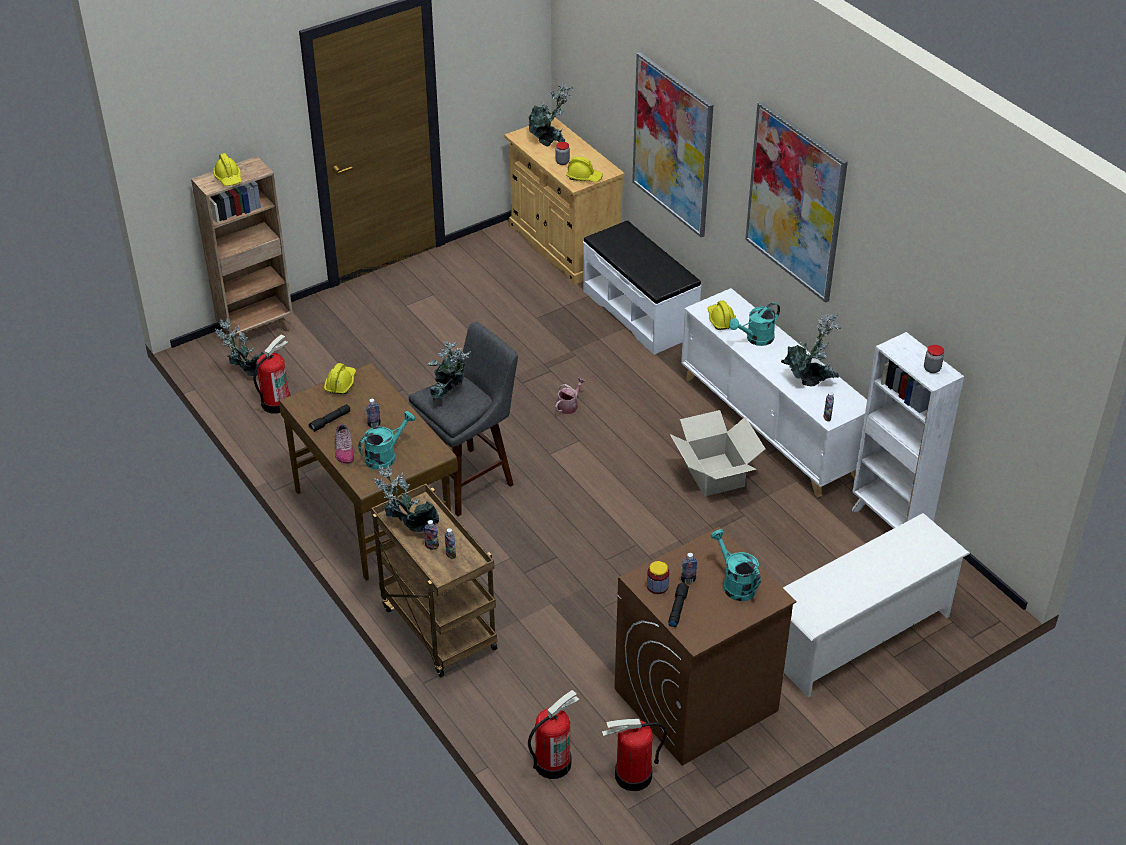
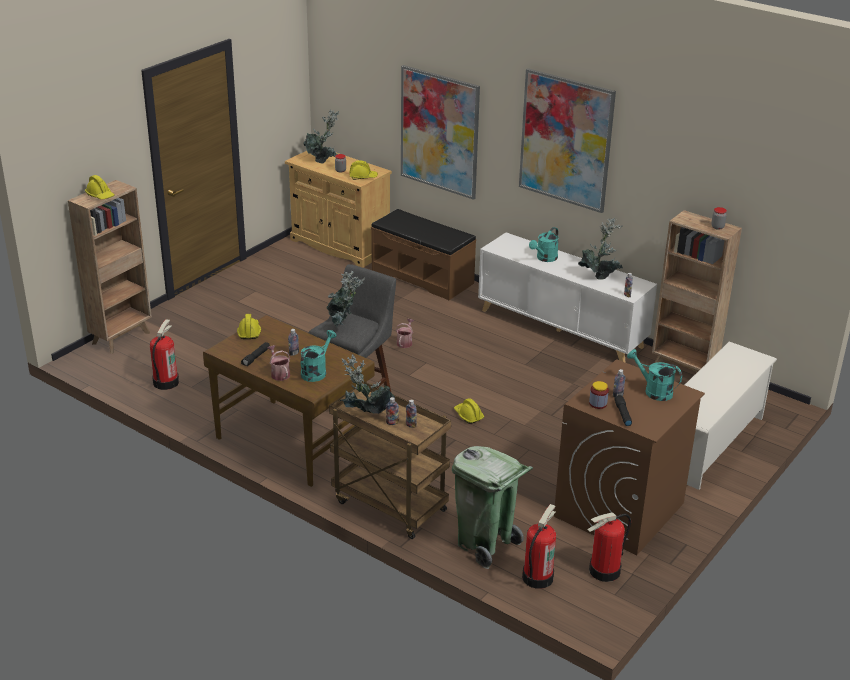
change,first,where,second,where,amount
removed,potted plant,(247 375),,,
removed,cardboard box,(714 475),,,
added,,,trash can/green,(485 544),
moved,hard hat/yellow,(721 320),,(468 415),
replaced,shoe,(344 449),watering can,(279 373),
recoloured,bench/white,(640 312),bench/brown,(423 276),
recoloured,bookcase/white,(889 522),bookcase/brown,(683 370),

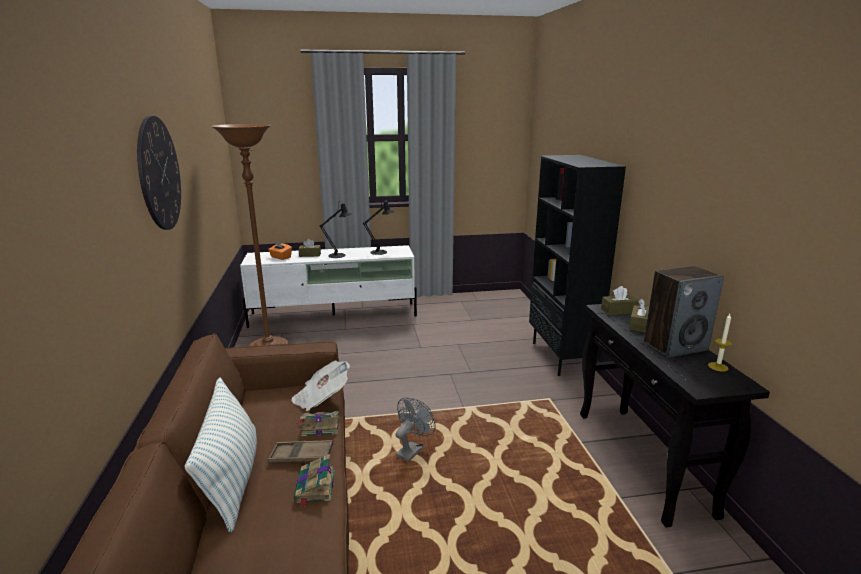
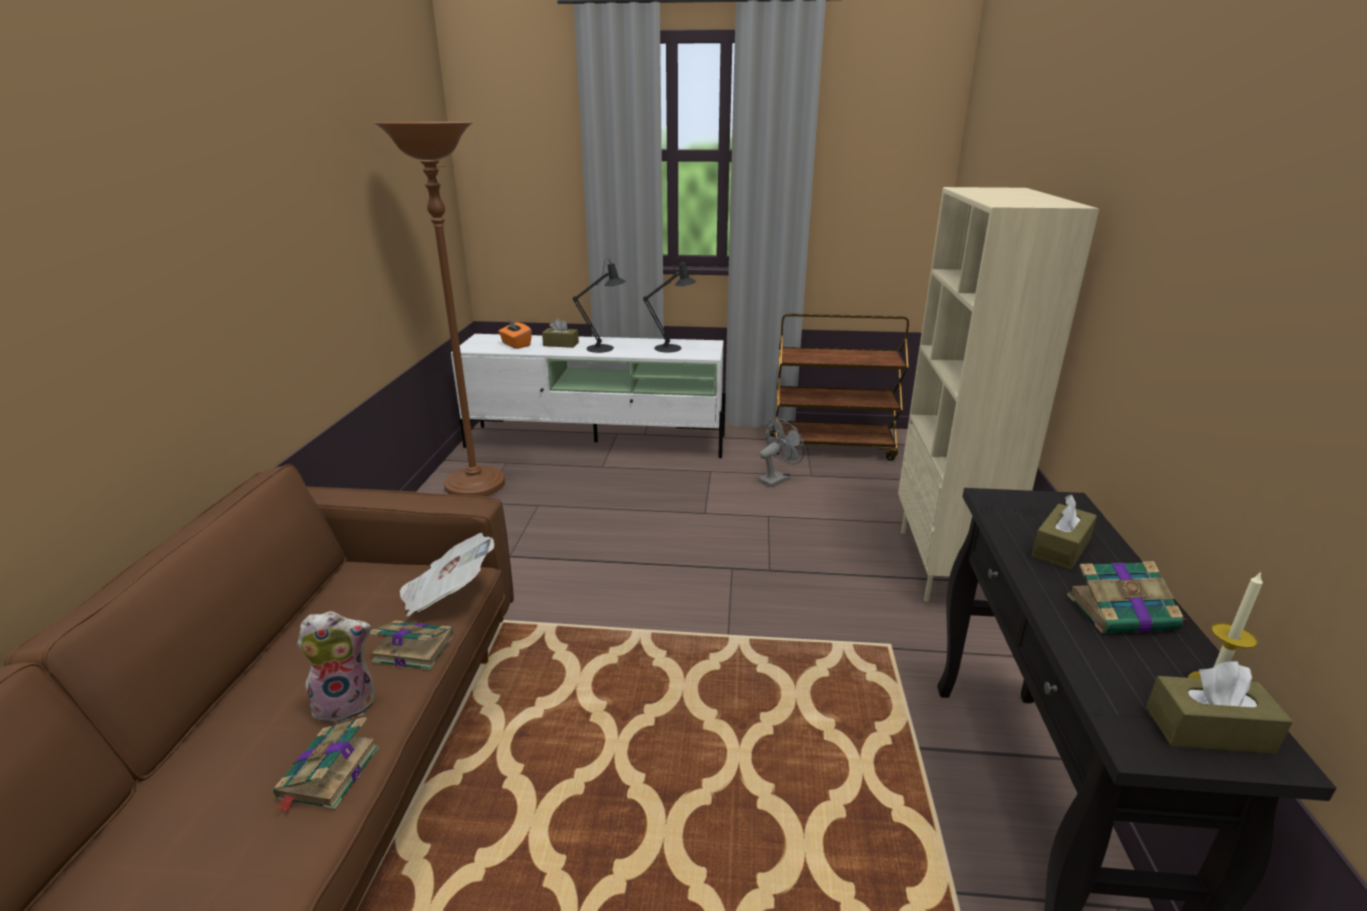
change,first,where,second,where,amount
removed,wall clock,(159 174),,,
removed,pillow,(232 478),,,
added,,,cart/brown,(832 447),
moved,fan/grey,(412 450),,(777 479),
moved,tissue box/brown,(618 311),,(1208 729),
replaced,tray/brown,(301 456),plush toy,(347 702),
replaced,speaker,(675 346),book,(1123 613),
recoloured,bookcase/black,(561 357),bookcase/beige,(944 566),

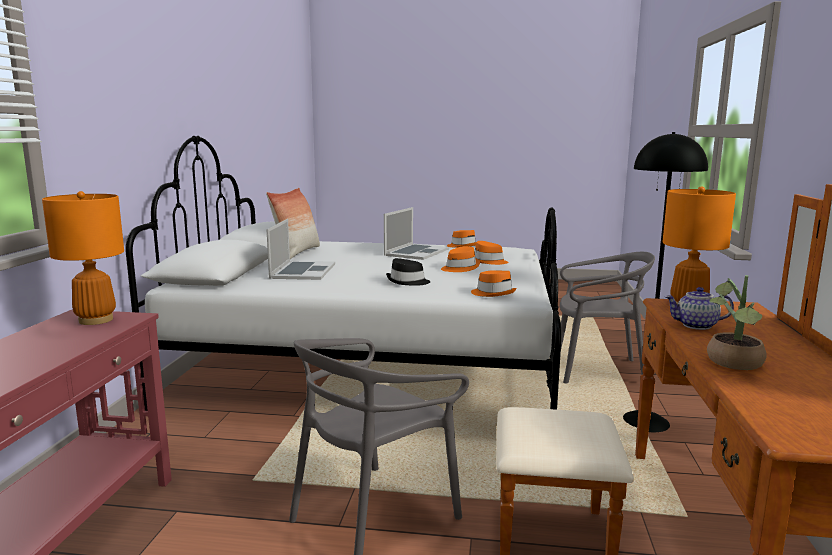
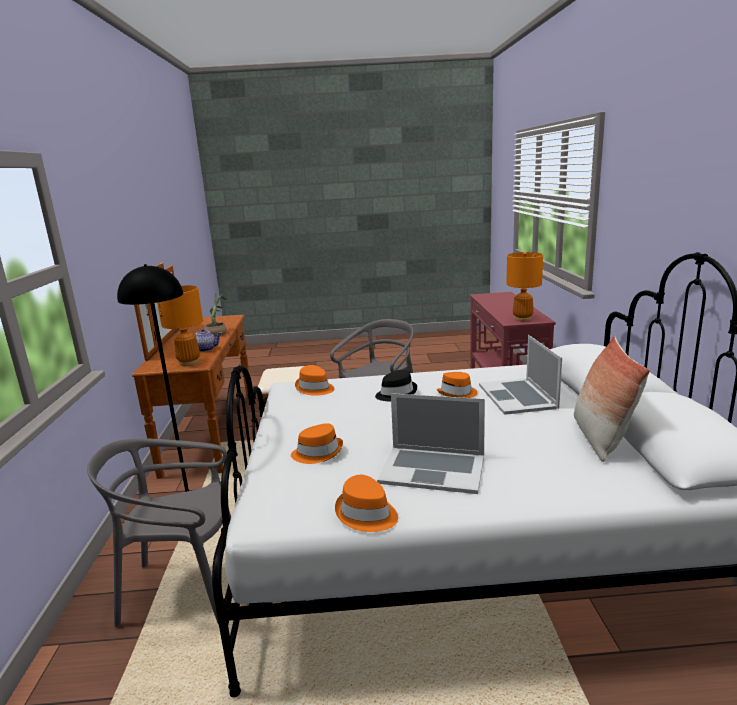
change,first,where,second,where,amount
moved,hat/orange,(459 268),,(458 393),
turned,laptop,(416 252),,(432 469),90 degrees counterclockwise

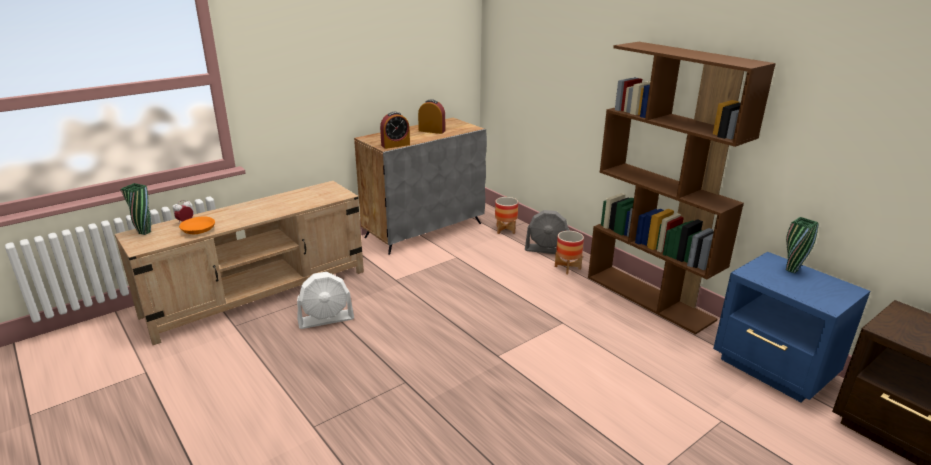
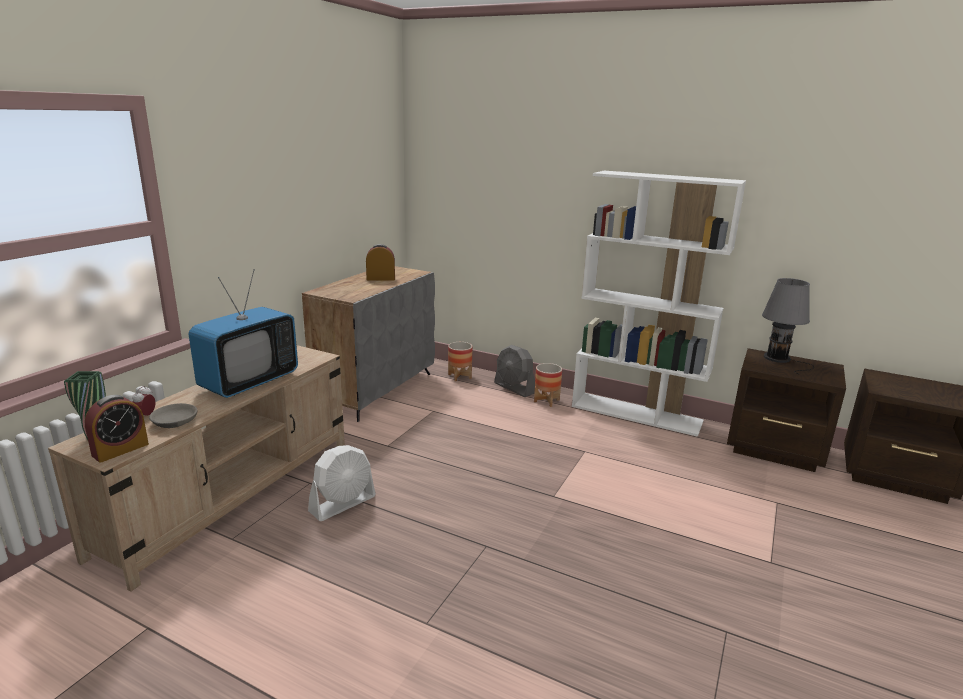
change,first,where,second,where,amount
added,,,television,(249 382),
moved,alarm clock,(395 145),,(120 450),
replaced,vase/green,(791 270),table lamp/grey,(779 359),
recoloured,bowl/orange,(198 230),bowl/grey,(174 422),
recoloured,bookcase/brown,(649 298),bookcase/white,(637 413),
recoloured,nightstand/blue,(774 369),nightstand/brown,(775 450),
turned,fan/grey,(547 250),,(514 388),60 degrees clockwise

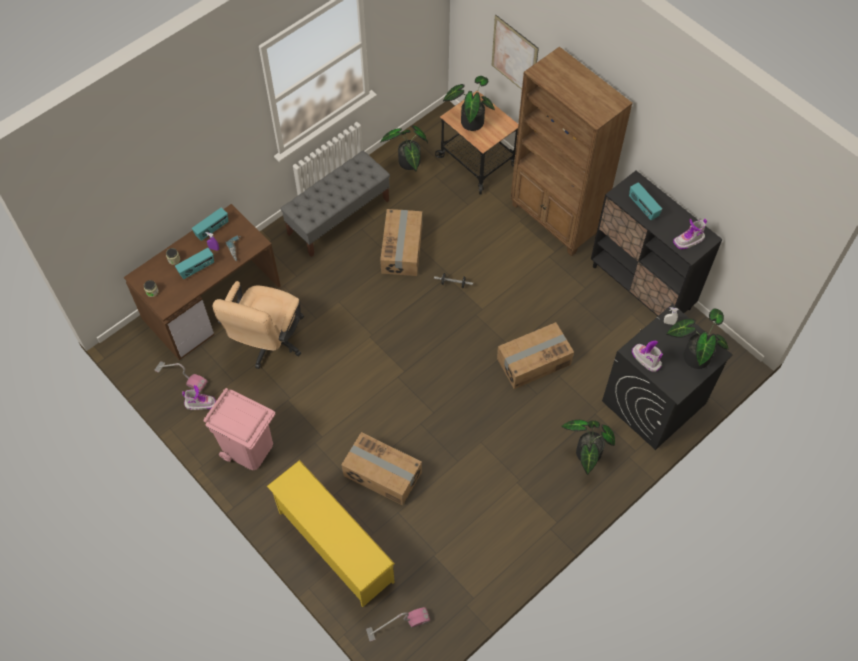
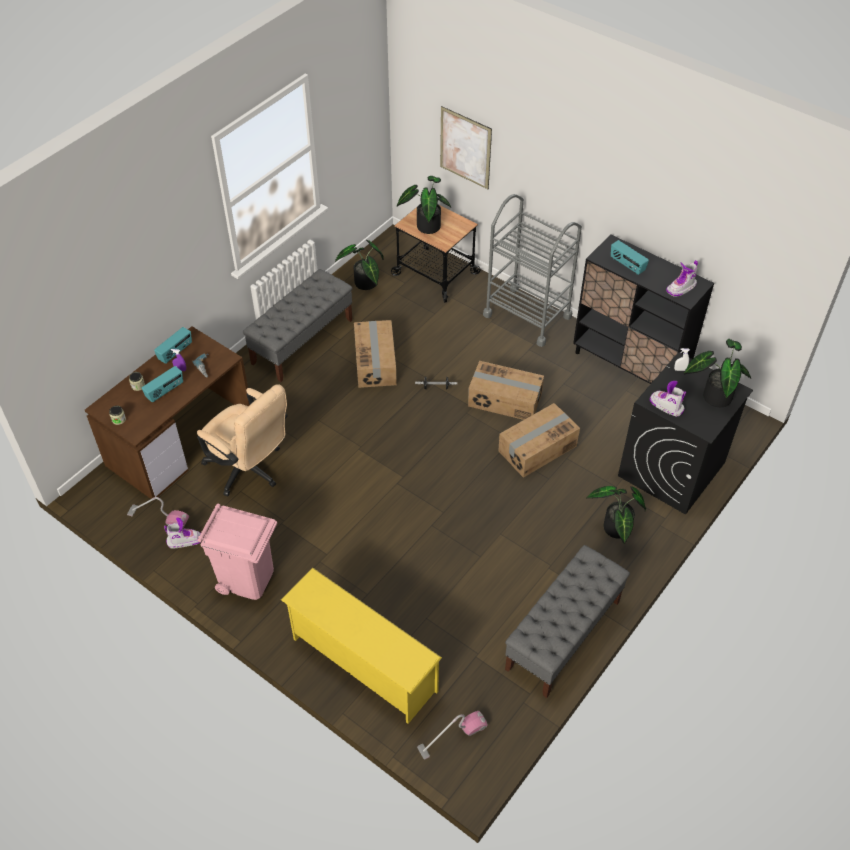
change,first,where,second,where,amount
added,,,bench/grey,(563 635),
moved,cardboard box,(382 474),,(505 400),
replaced,bookcase/brown,(555 220),cart/grey,(527 316),
turned,office chair/beige,(268 343),,(249 470),60 degrees counterclockwise

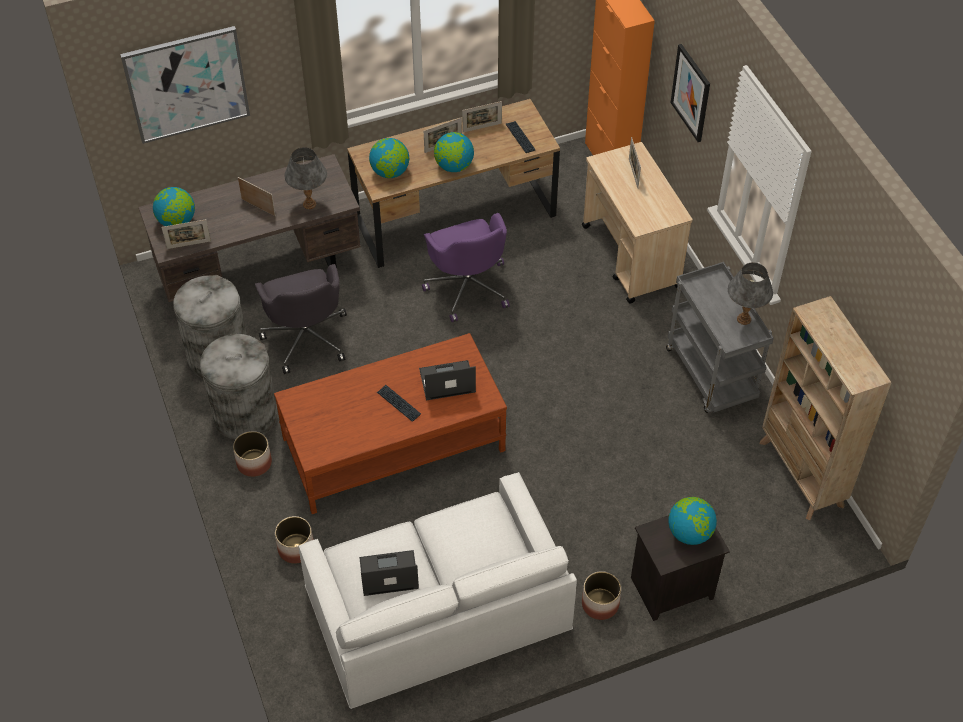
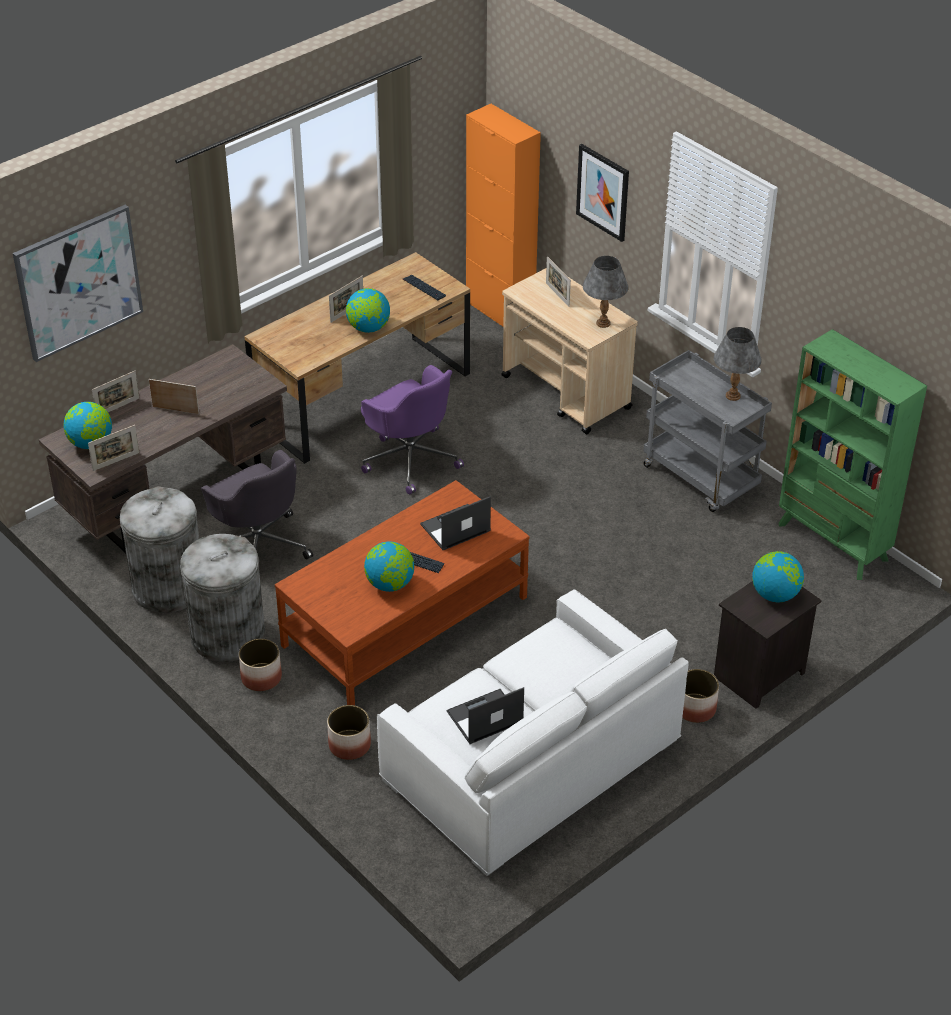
change,first,where,second,where,amount
moved,table lamp/grey,(309 204),,(603 323),
moved,globe,(390 172),,(390 584),
moved,picture frame,(482 127),,(118 407),
recoloured,bookcase/beige,(801 474),bookcase/green,(833 542),

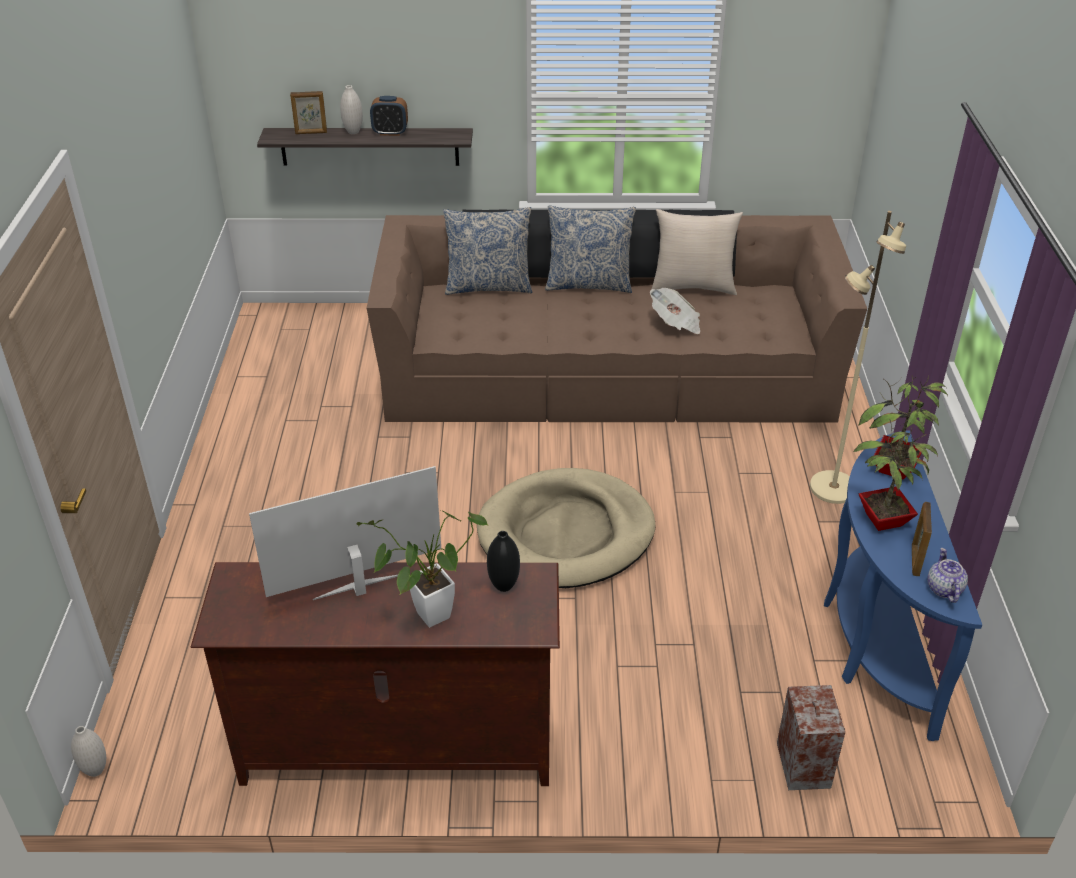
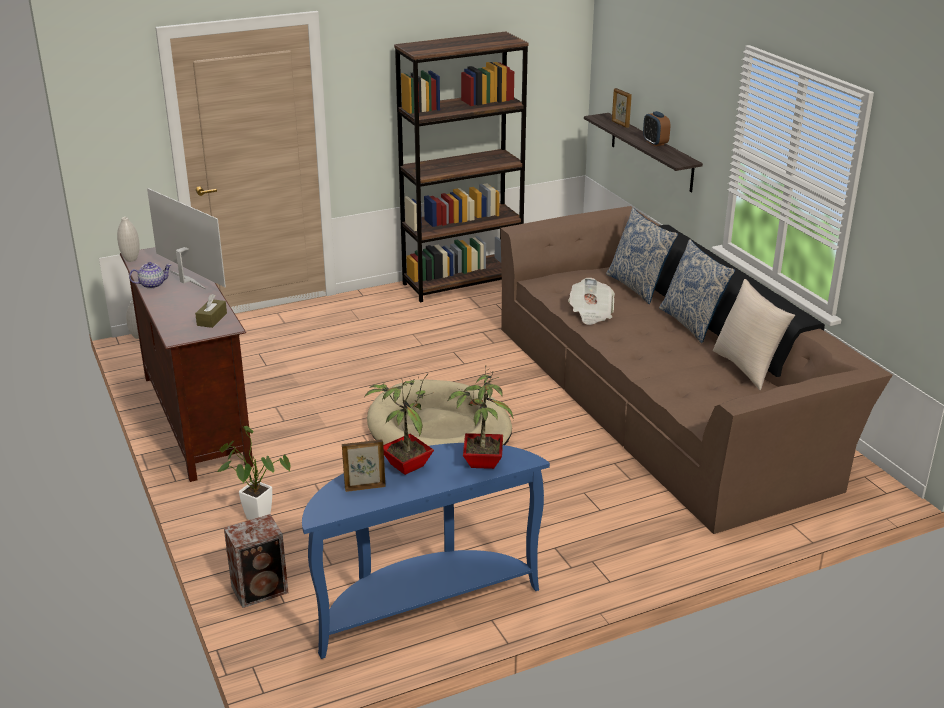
change,first,where,second,where,amount
removed,floor lamp/beige,(832 488),,,
added,,,bookcase/brown,(462 282),
moved,vase/white,(353 132),,(131 259),
moved,potted plant,(426 618),,(254 515),
moved,newspaper,(675 323),,(591 313),
moved,teapot,(943 588),,(152 284),
replaced,vase/black,(504 586),tissue box/brown,(212 319),

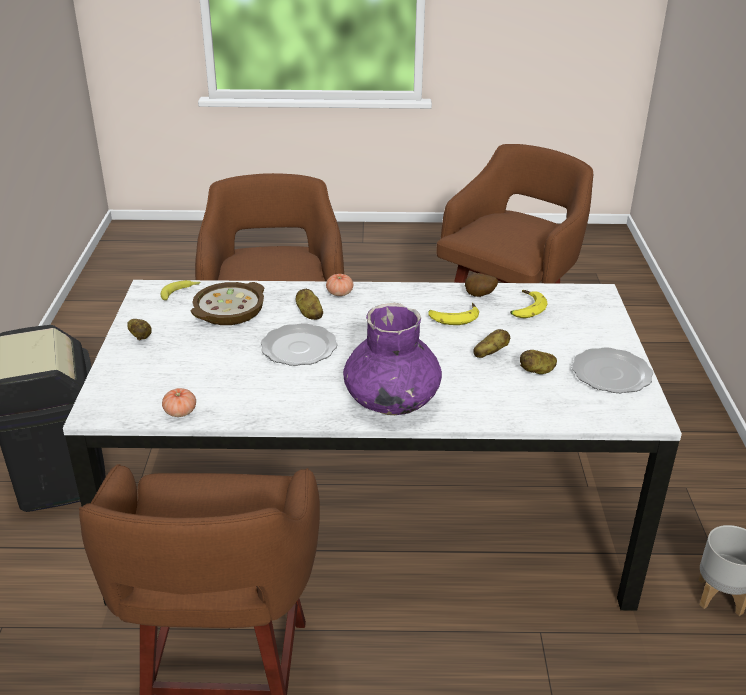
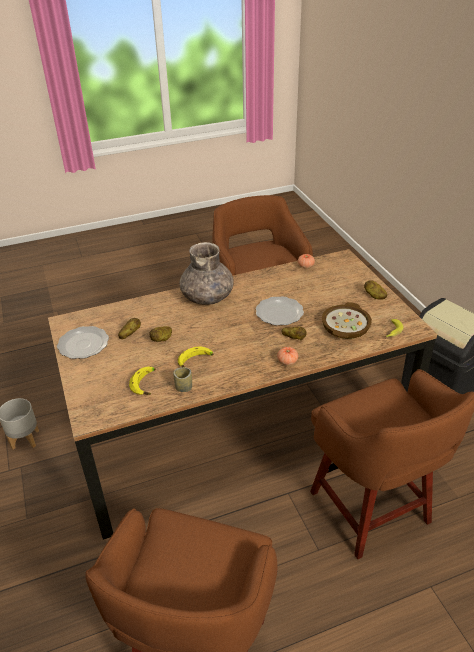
change,first,where,second,where,amount
replaced,potato,(479 296),cup,(184 387),
recoloured,dining table/white,(373 515),dining table/brown,(238 427),
recoloured,vase/purple,(391 399),vase/grey,(207 296),

